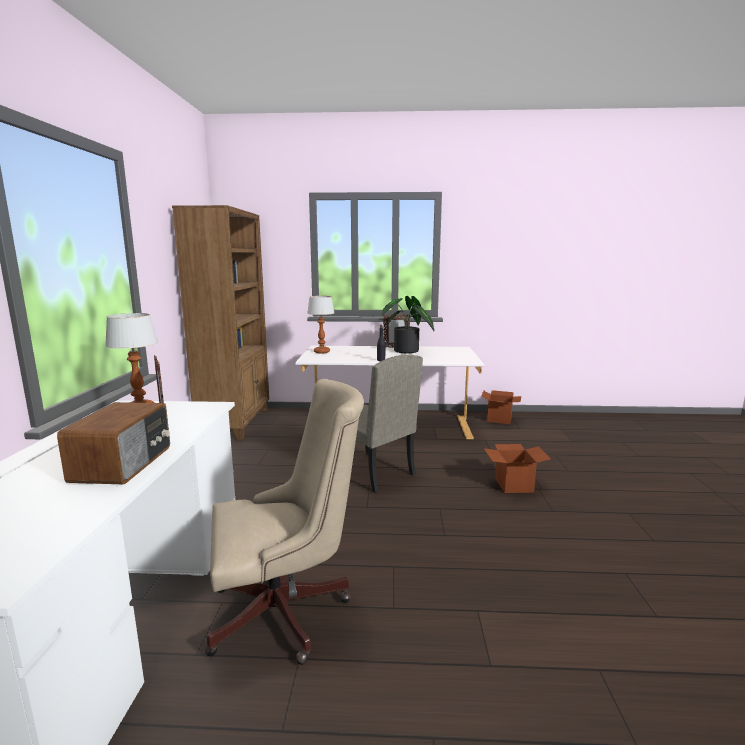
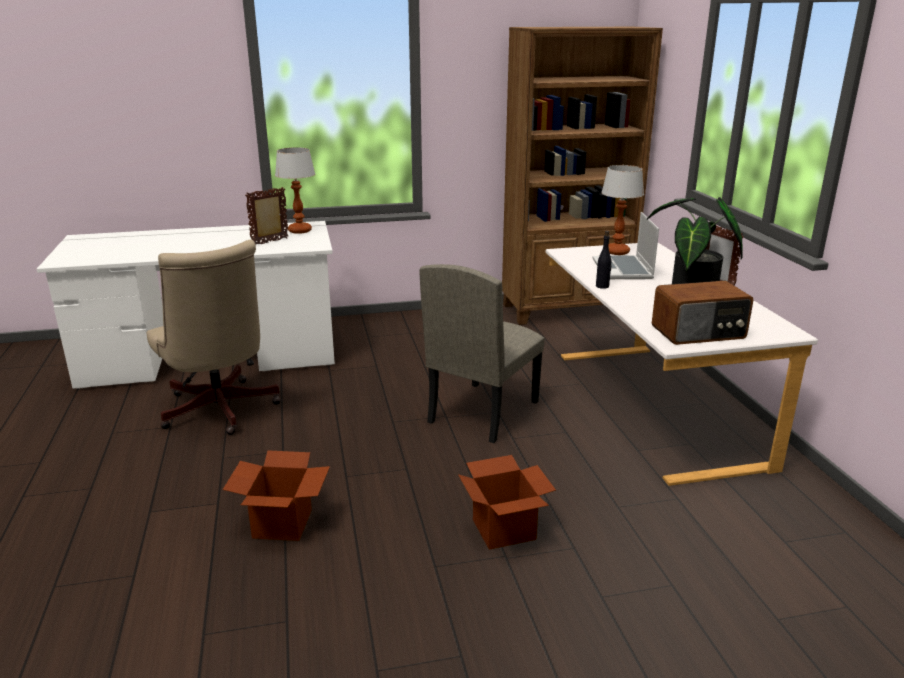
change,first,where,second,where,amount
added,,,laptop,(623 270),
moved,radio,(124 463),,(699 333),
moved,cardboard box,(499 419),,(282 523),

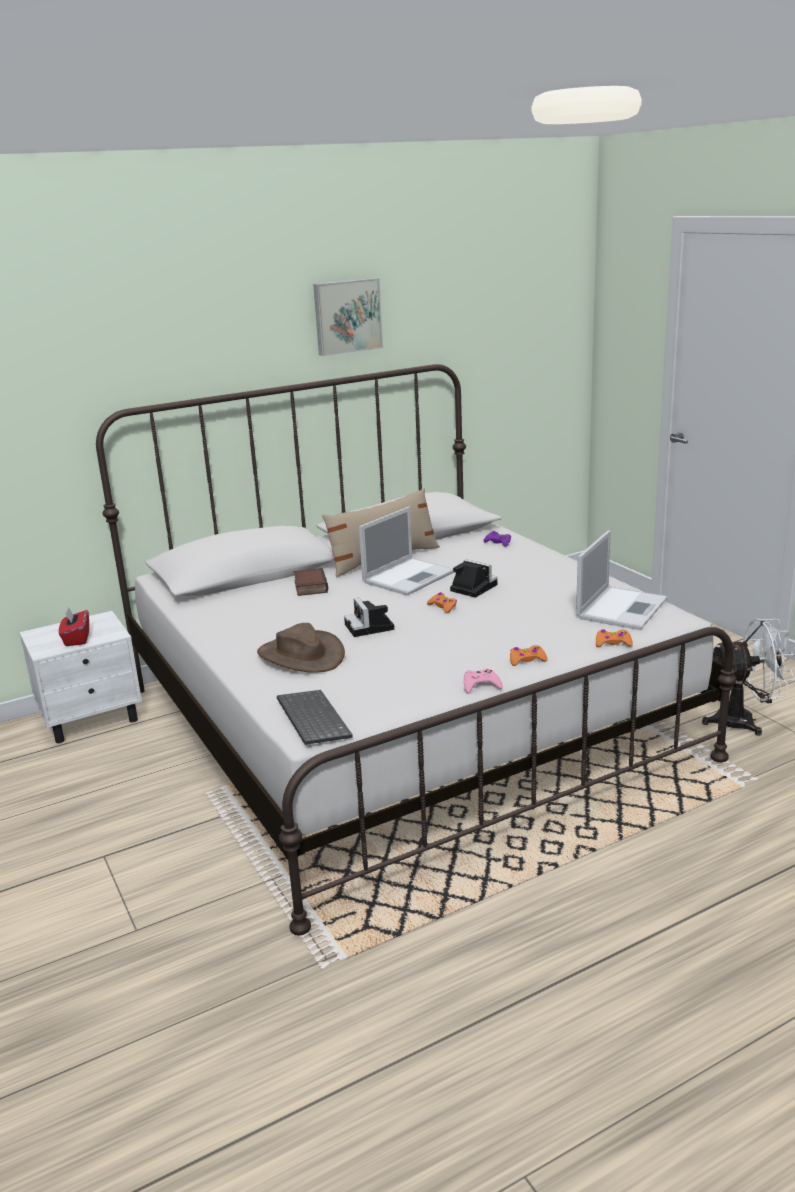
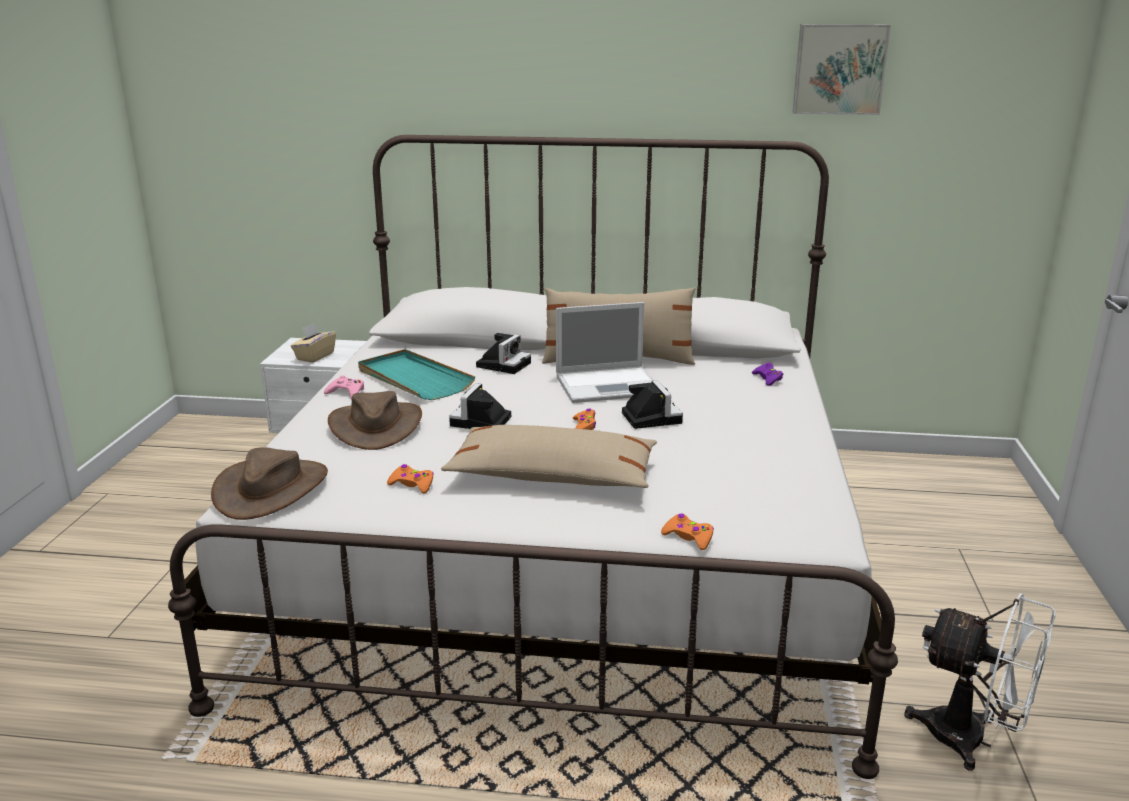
change,first,where,second,where,amount
removed,laptop,(622 608),,,
added,,,tray/turquoise,(413 379),
added,,,pillow/beige,(552 476),
moved,picture,(347 316),,(839 69),
moved,game controller/pink,(480 685),,(346 392),
moved,game controller/orange,(527 660),,(412 484),
replaced,keyboard,(311 719),hat/brown,(271 489),
replaced,book,(309 586),photo camera,(504 364),
recoloured,tissue box/red,(76 639),tissue box/beige,(315 356),

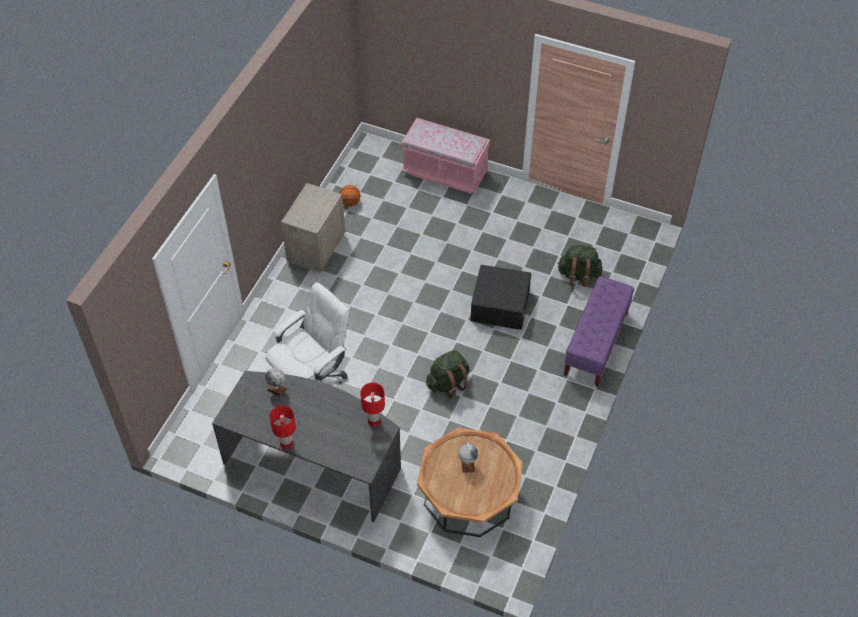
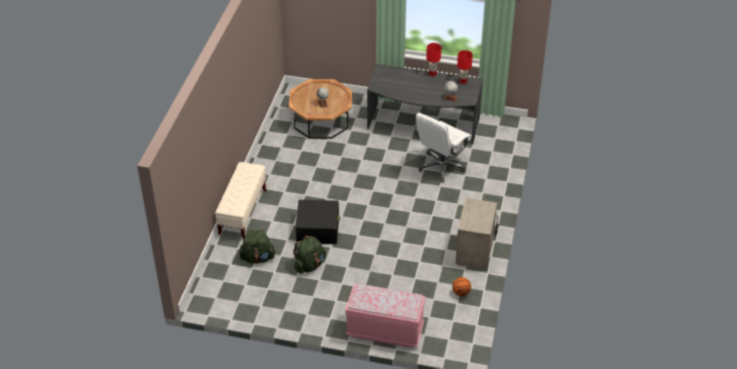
change,first,where,second,where,amount
moved,table lamp/red,(374 422),,(463 81),
moved,backpack/green,(448 383),,(309 265),
recoloured,bench/purple,(596 344),bench/beige,(242 212),

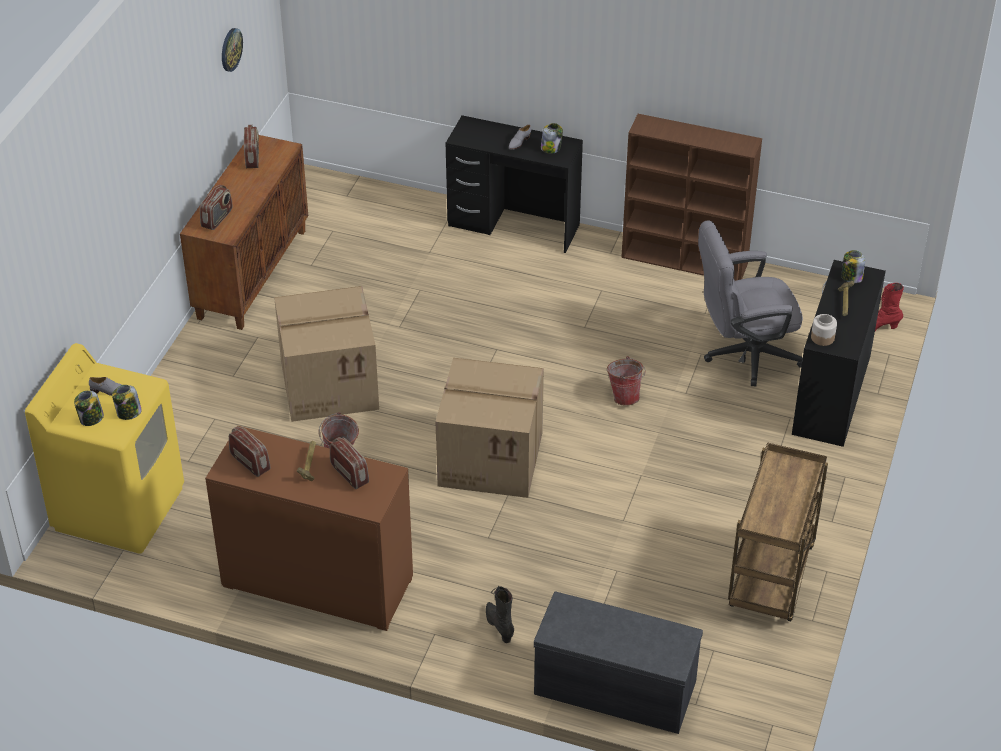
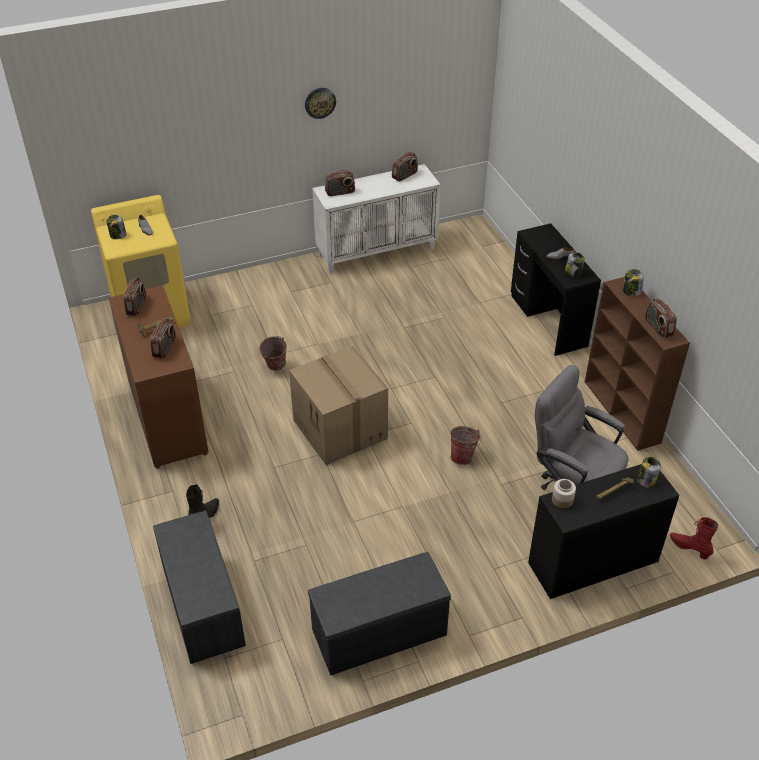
change,first,where,second,where,amount
removed,cardboard box,(330 384),,,
added,,,radio,(658 328),
moved,jar,(128 413),,(631 292),
moved,wall clock,(230 49),,(320 102),
replaced,cart/brown,(771 580),bench/grey,(378 633),
recoloured,cabinet/brown,(252 273),cabinet/white,(377 251),

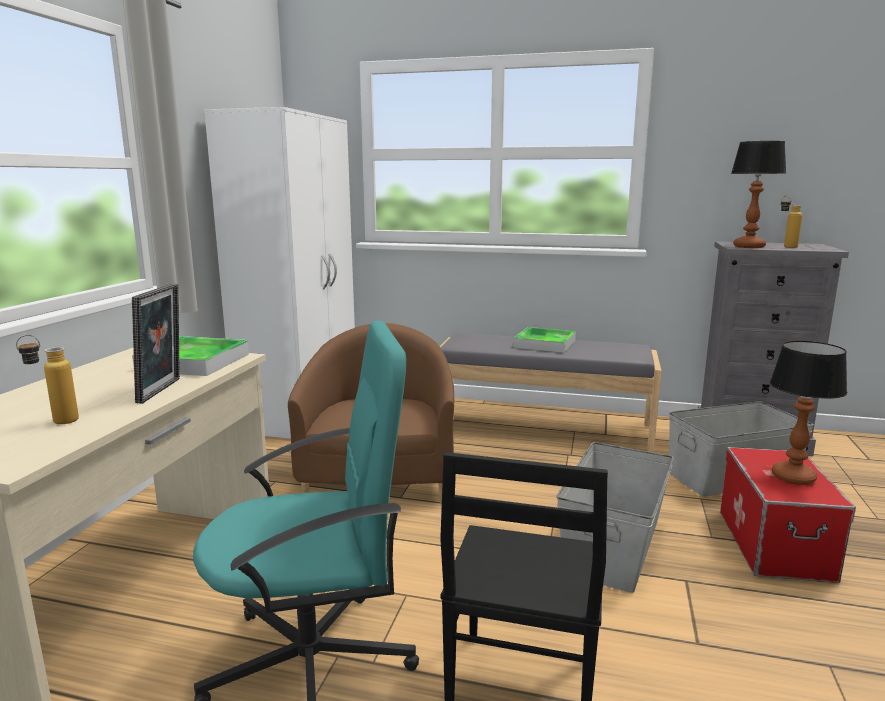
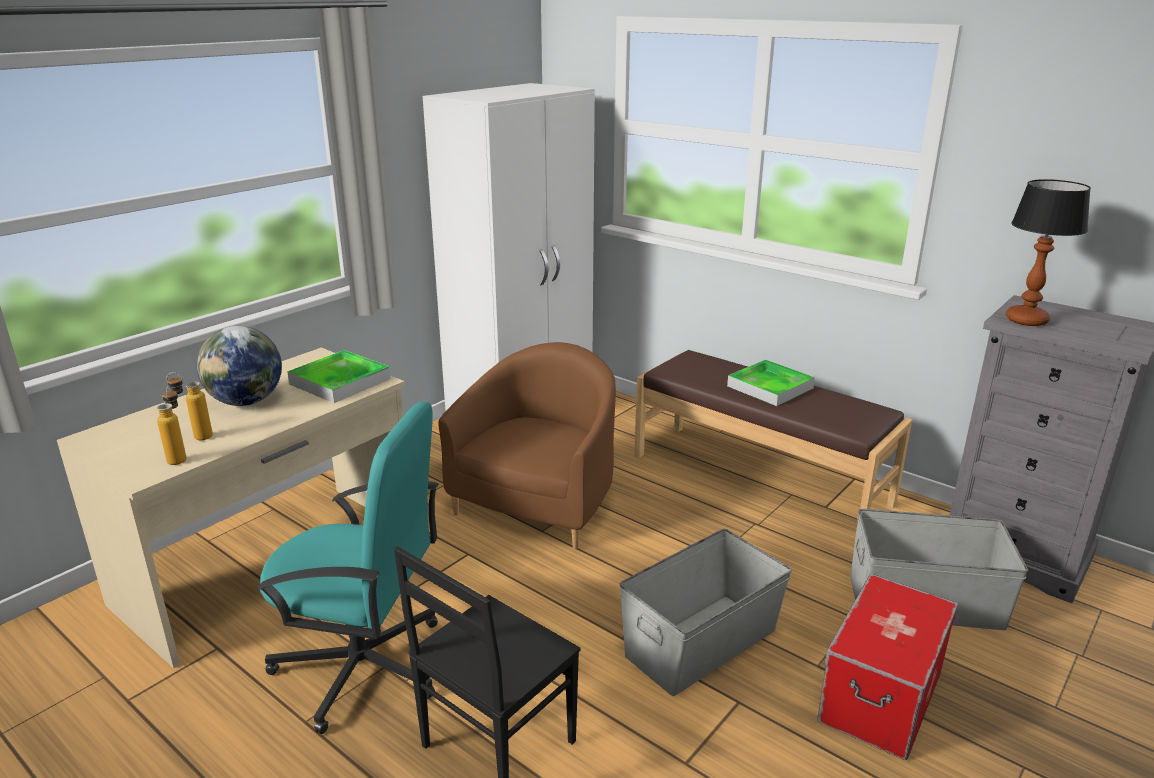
change,first,where,second,where,amount
removed,picture frame,(163 390),,,
removed,table lamp,(792 477),,,
added,,,globe,(246 402),
moved,bottle,(785 247),,(179 457),
recoloured,bench/grey,(542 426),bench/brown,(759 478),

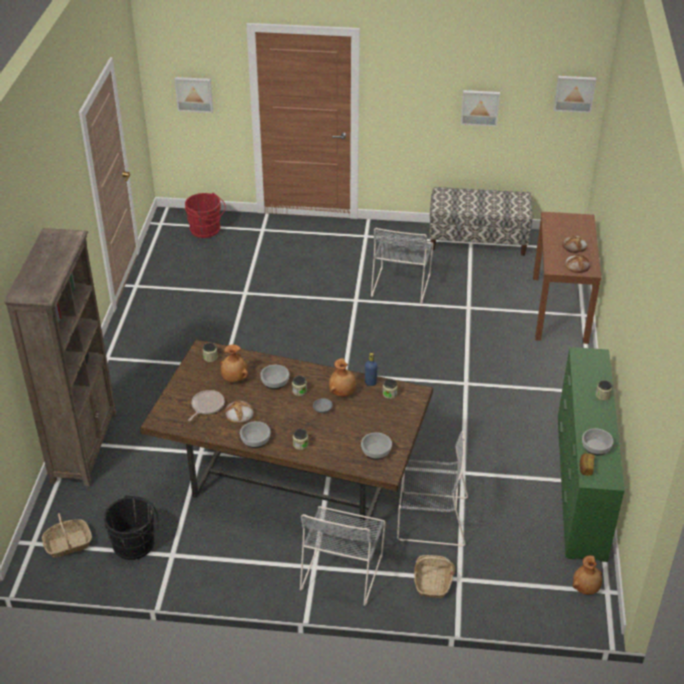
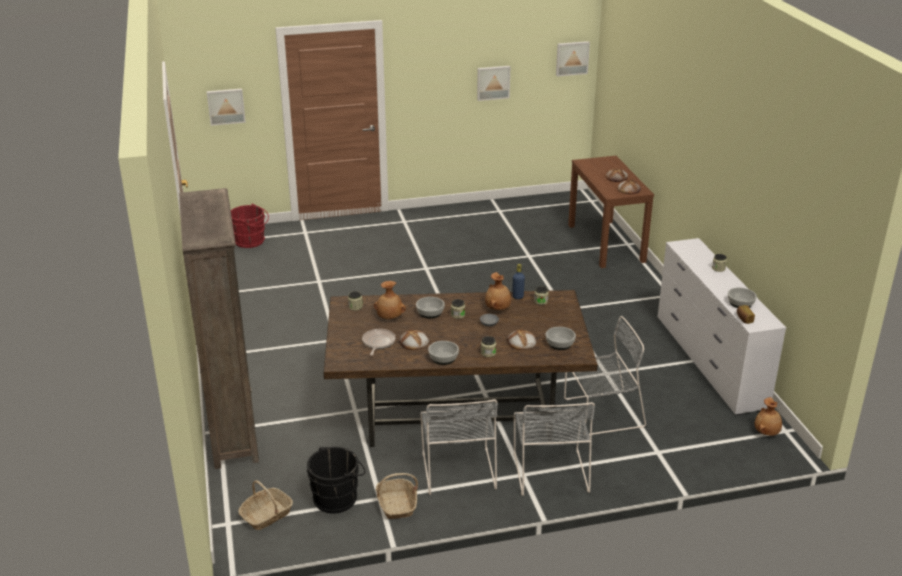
change,first,where,second,where,amount
removed,bench,(478 241),,,
added,,,bread,(521 342),
moved,chair/grey,(401 284),,(458 468),
moved,basket,(432 581),,(396 504),
recoloured,dresser/green,(580 485),dresser/white,(709 361),

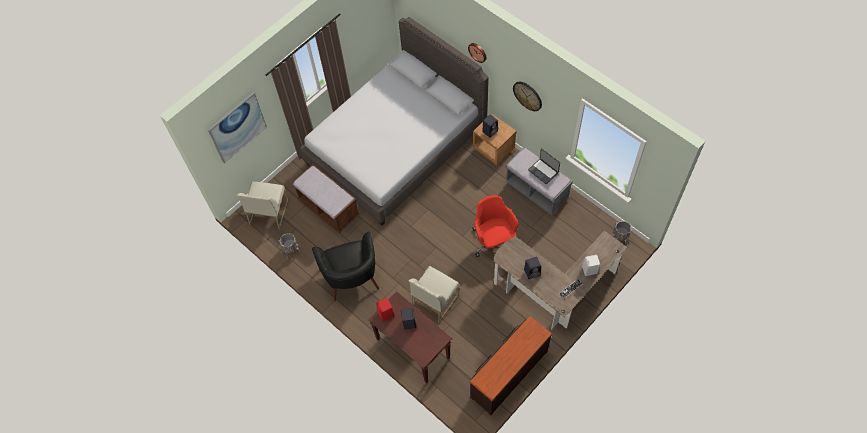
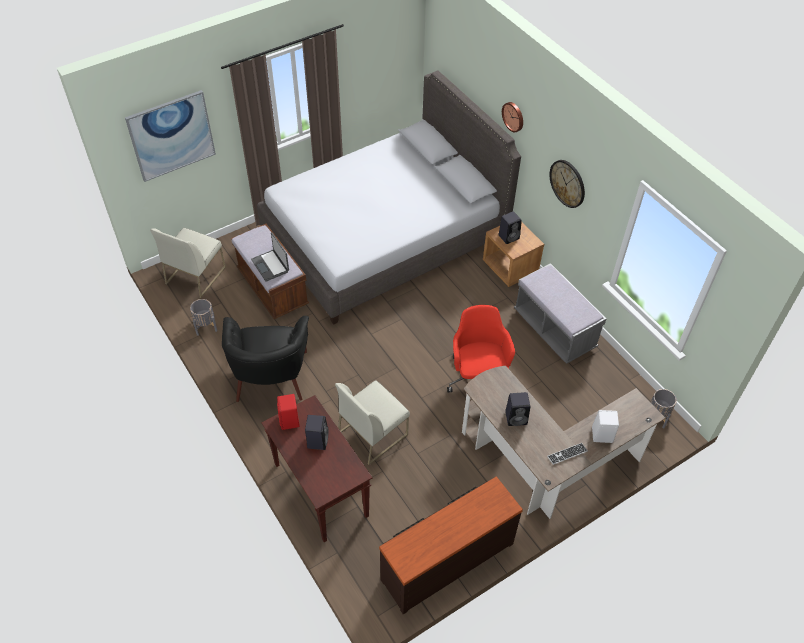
change,first,where,second,where,amount
moved,laptop,(543 171),,(271 265),

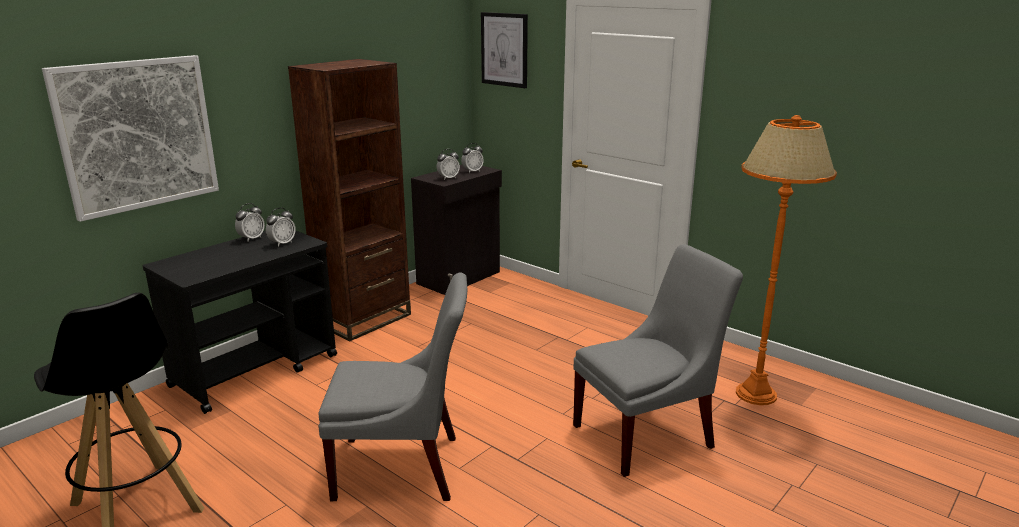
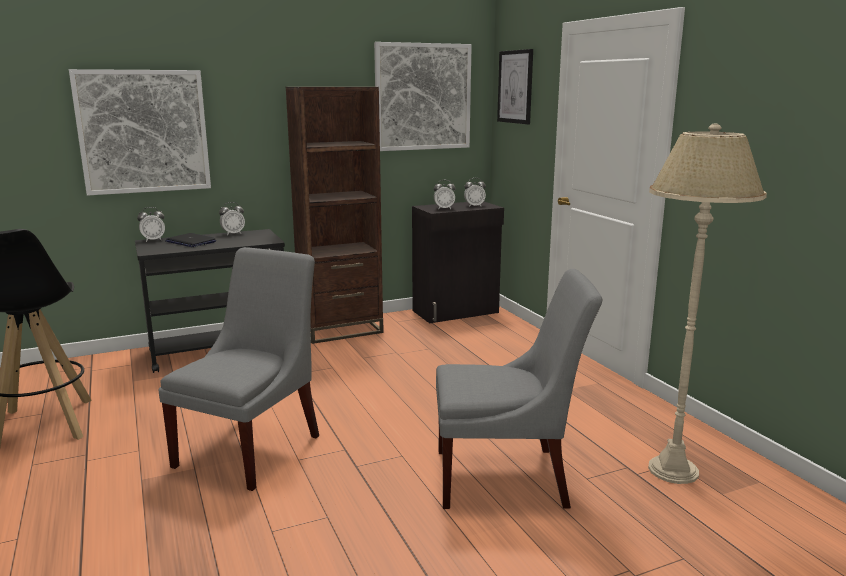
change,first,where,second,where,amount
added,,,laptop,(190 242),
added,,,picture,(423 97),
moved,alarm clock,(282 243),,(153 240),
recoloured,floor lamp/orange,(756 394),floor lamp/beige,(673 470),
turned,chair/grey,(404 468),,(253 447),90 degrees counterclockwise

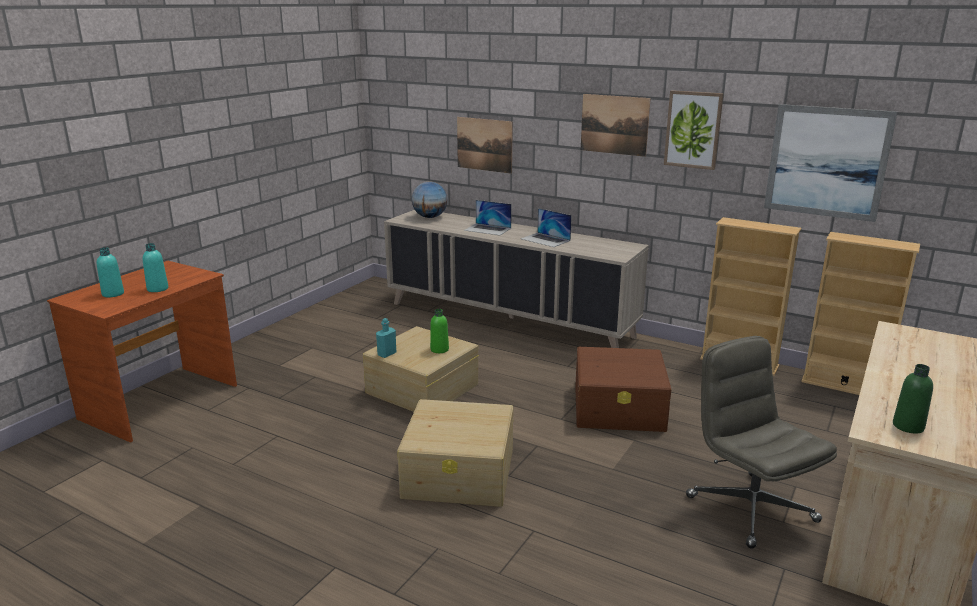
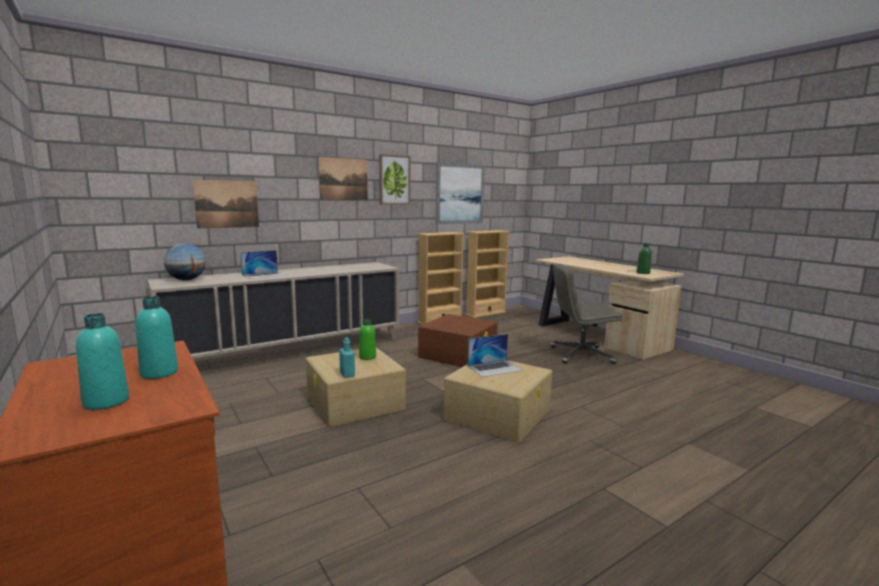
change,first,where,second,where,amount
moved,laptop,(545 239),,(495 368),

